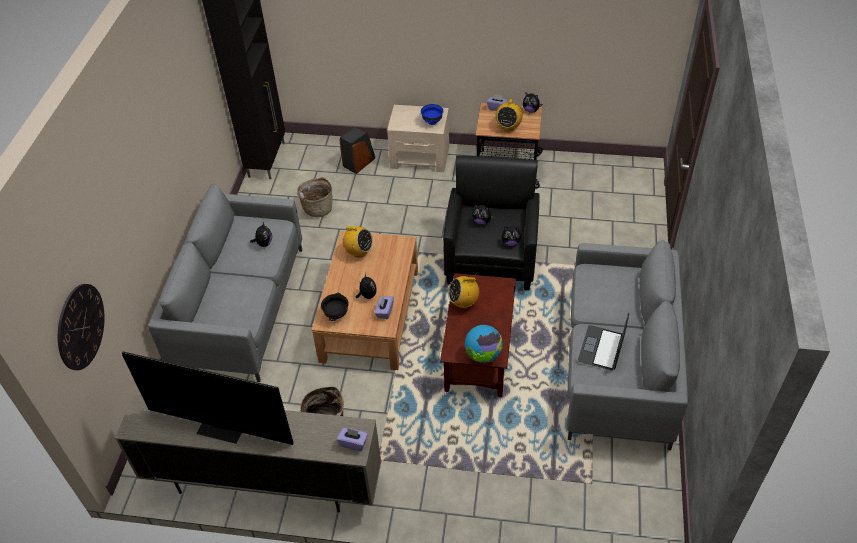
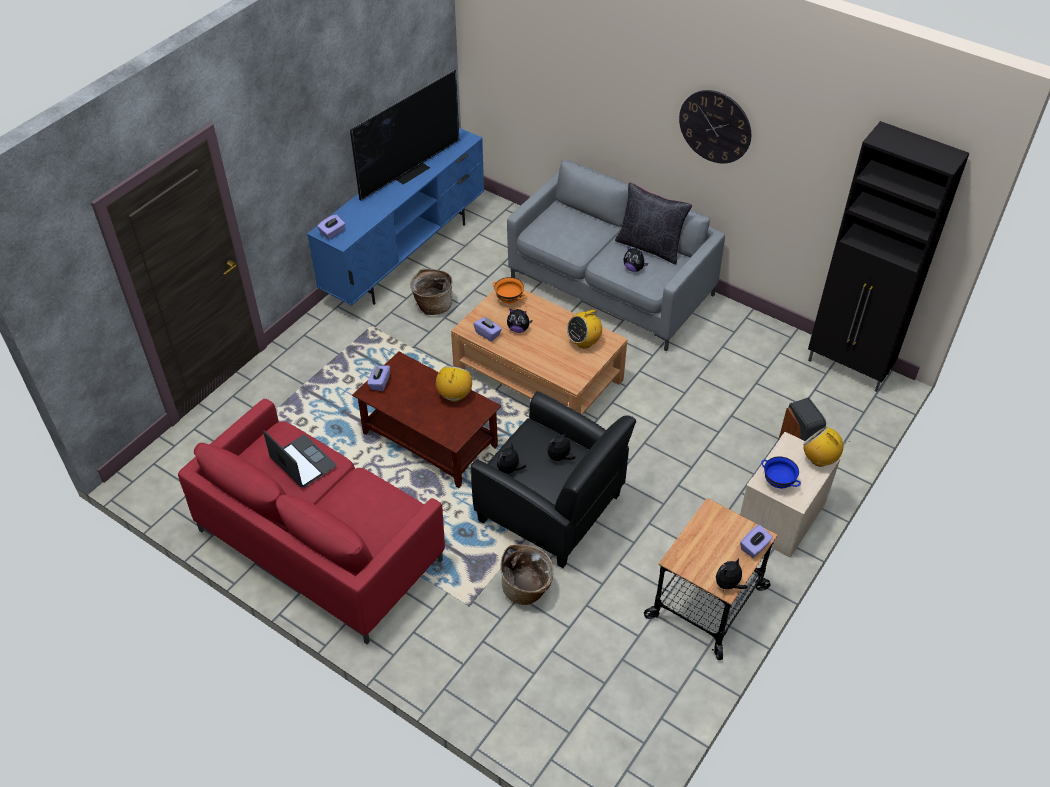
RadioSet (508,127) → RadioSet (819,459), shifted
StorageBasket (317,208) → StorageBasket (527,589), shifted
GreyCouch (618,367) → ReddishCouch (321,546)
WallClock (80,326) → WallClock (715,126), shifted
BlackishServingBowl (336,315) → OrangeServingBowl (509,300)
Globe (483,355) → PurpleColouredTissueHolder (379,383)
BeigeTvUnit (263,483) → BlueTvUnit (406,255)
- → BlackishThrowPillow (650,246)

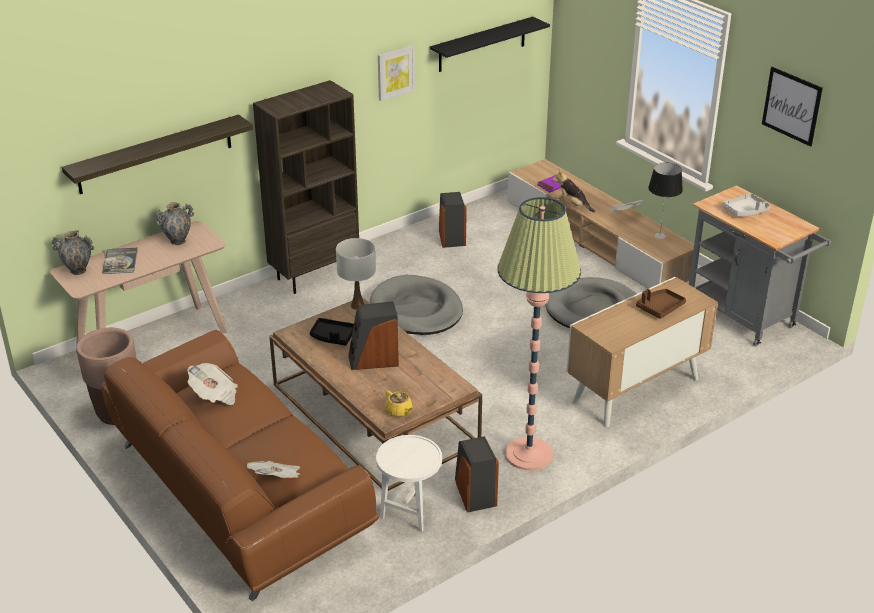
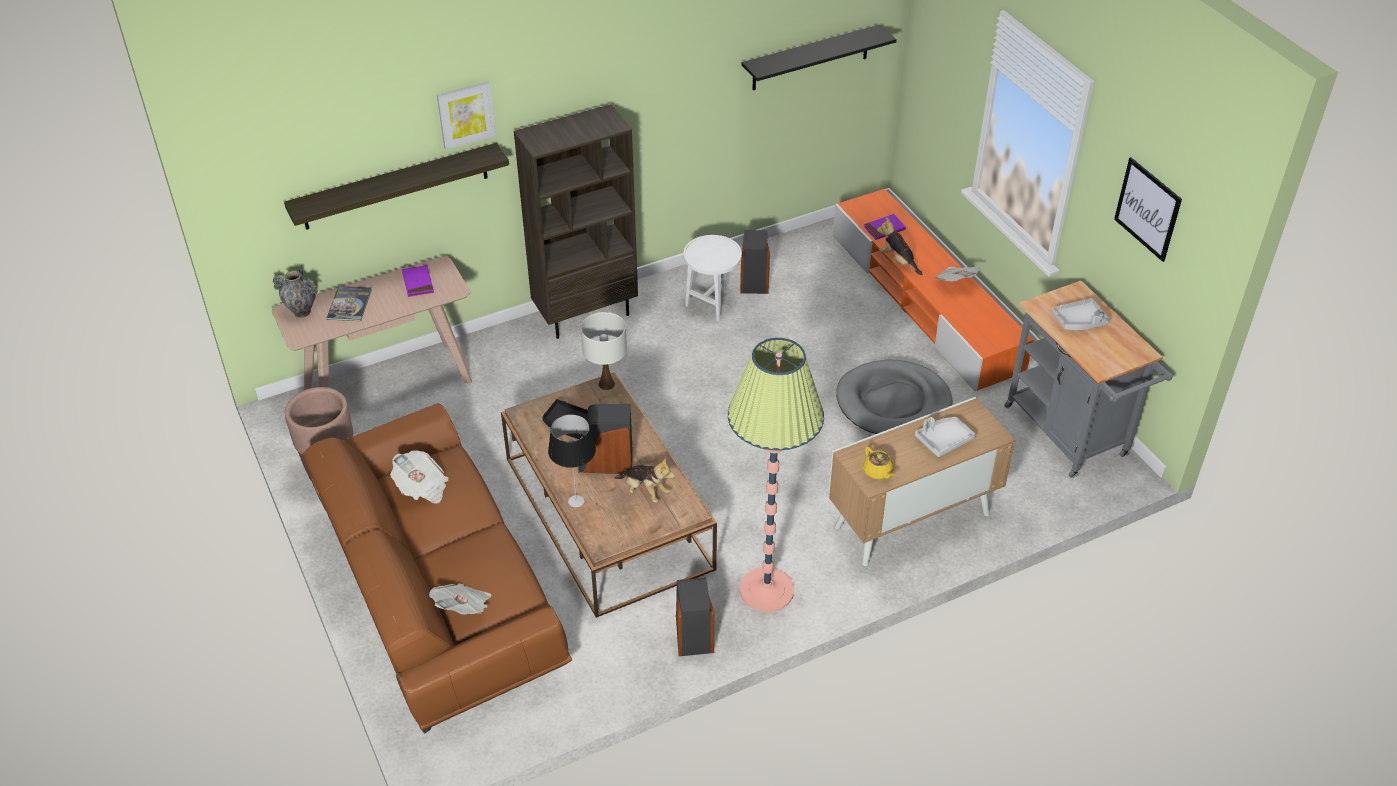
WallPicture (395,72) → WallPicture (466,114), shifted
BeigeTvUnit (597,240) → OrangeTvUnit (925,303)
LampForATable (659,236) → LampForATable (575,501), shifted
Vase (178,241) → PurpleColouredBook (418,283)
GreyDogCushion (416,310) → -
BrownishServingTray (660,308) → GreyServingTray (943,440)
YellowColouredPotForTea (399,411) → YellowColouredPotForTea (878,472), shifted
WhiteColouredAccentTable (410,512) → WhiteColouredAccentTable (712,303), shifted
- → SoftToy (645,491)

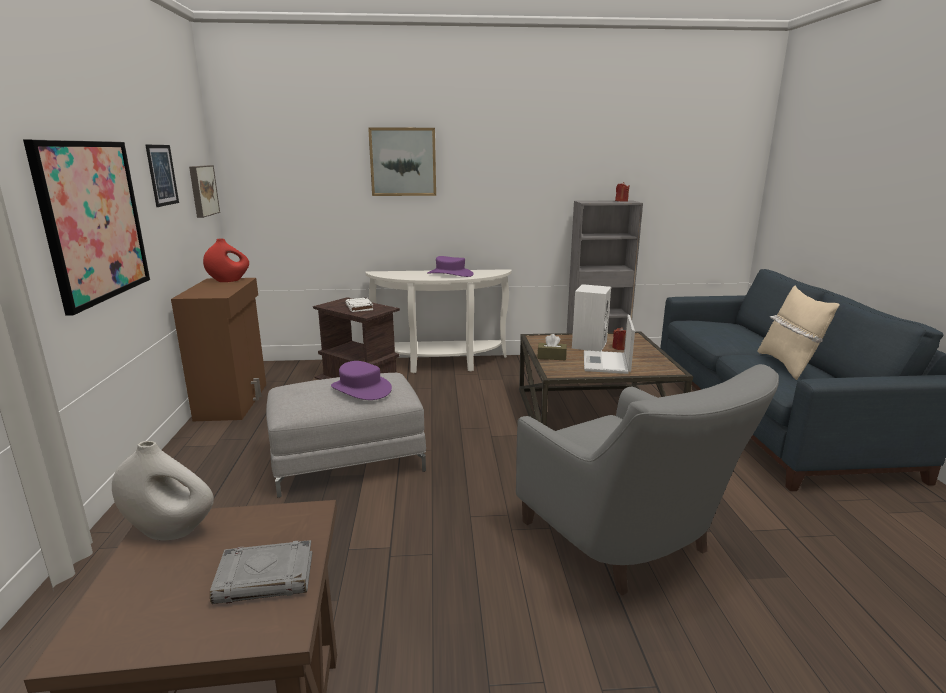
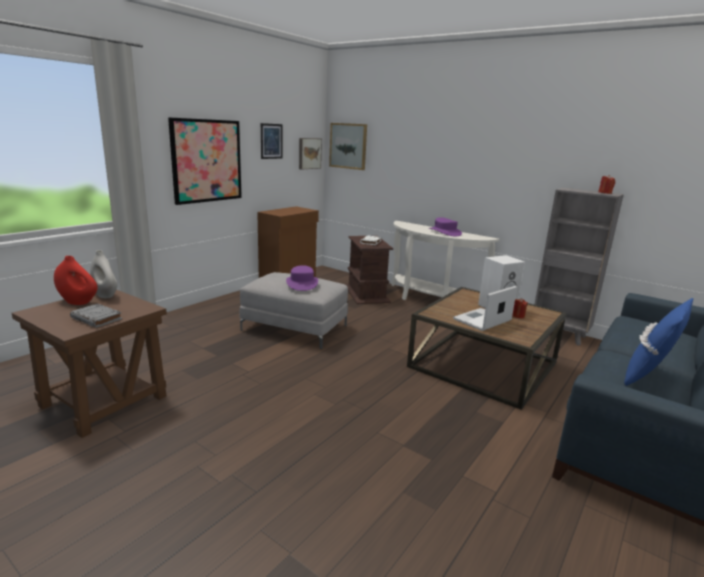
WallPicture (403,162) → WallPicture (348,146), shifted
ReddishVase (229,280) → ReddishVase (78,302), shifted
BeigeThrowPillow (788,365) → BlueThrowPillow (649,375)
BrownishTissueHolder (551,357) → -
GreyLoungeChair (628,543) → -

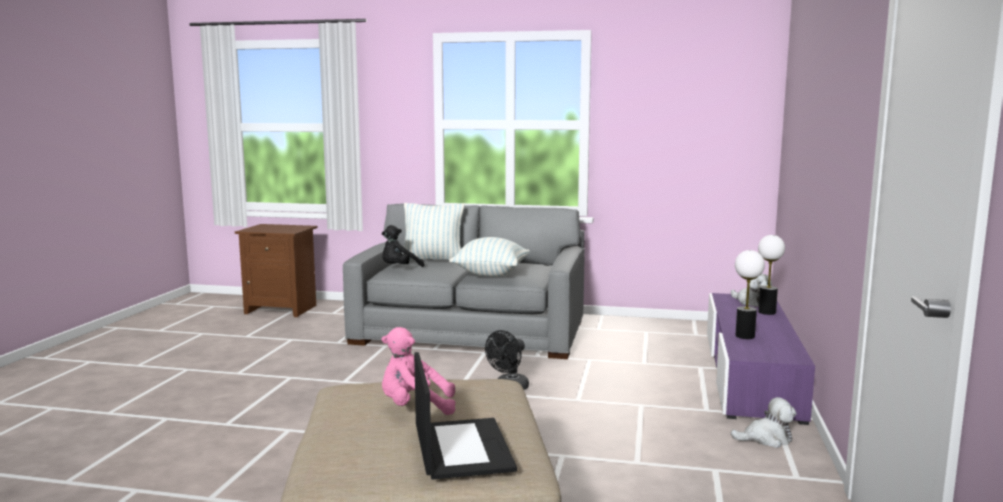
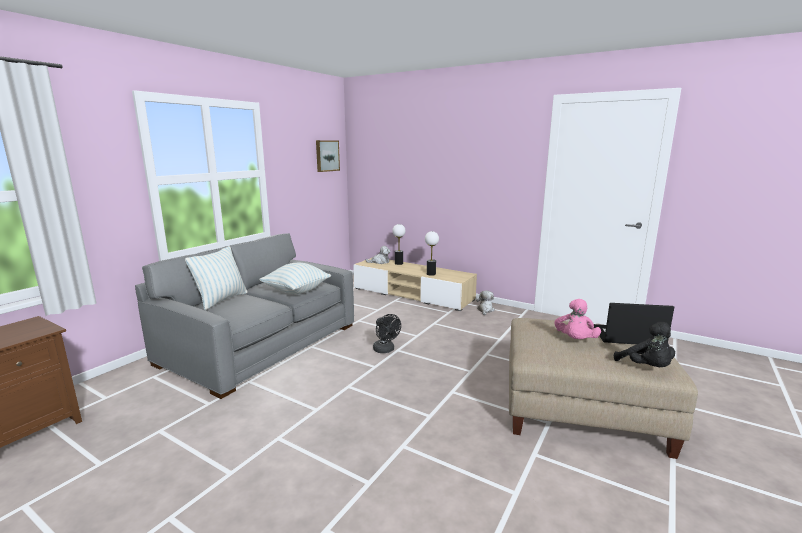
BlackishSoftToy (399,268) → BlackishSoftToy (646,367), shifted
PurpleColouredTvUnit (750,374) → BeigeTvUnit (412,294)
- → WallPicture (326,155)

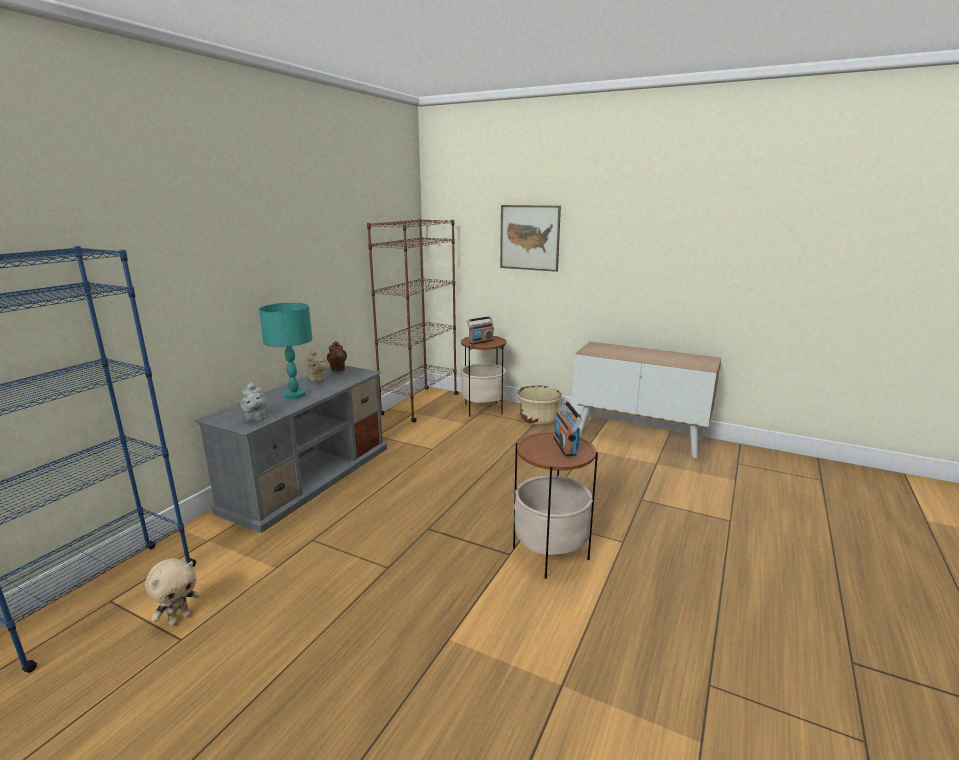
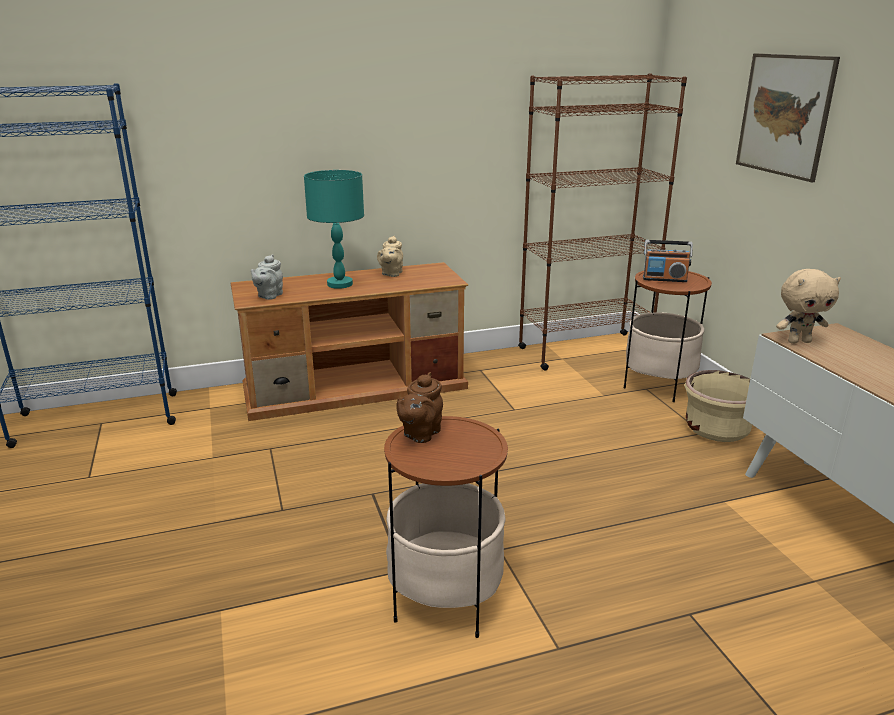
BrownishPotForTea (337,369) → BrownishPotForTea (420,434), shifted
GreyTvUnit (309,477) → BrownishTvUnit (356,387)
RadioSet (565,446) → -
BeigeSoftToy (180,618) → BeigeSoftToy (799,341), shifted

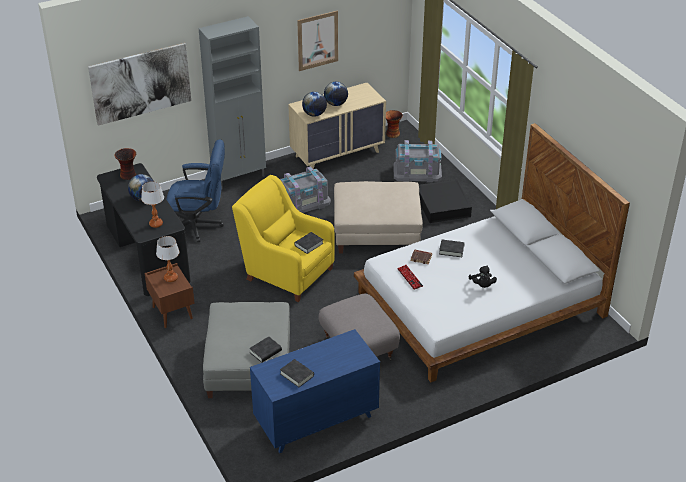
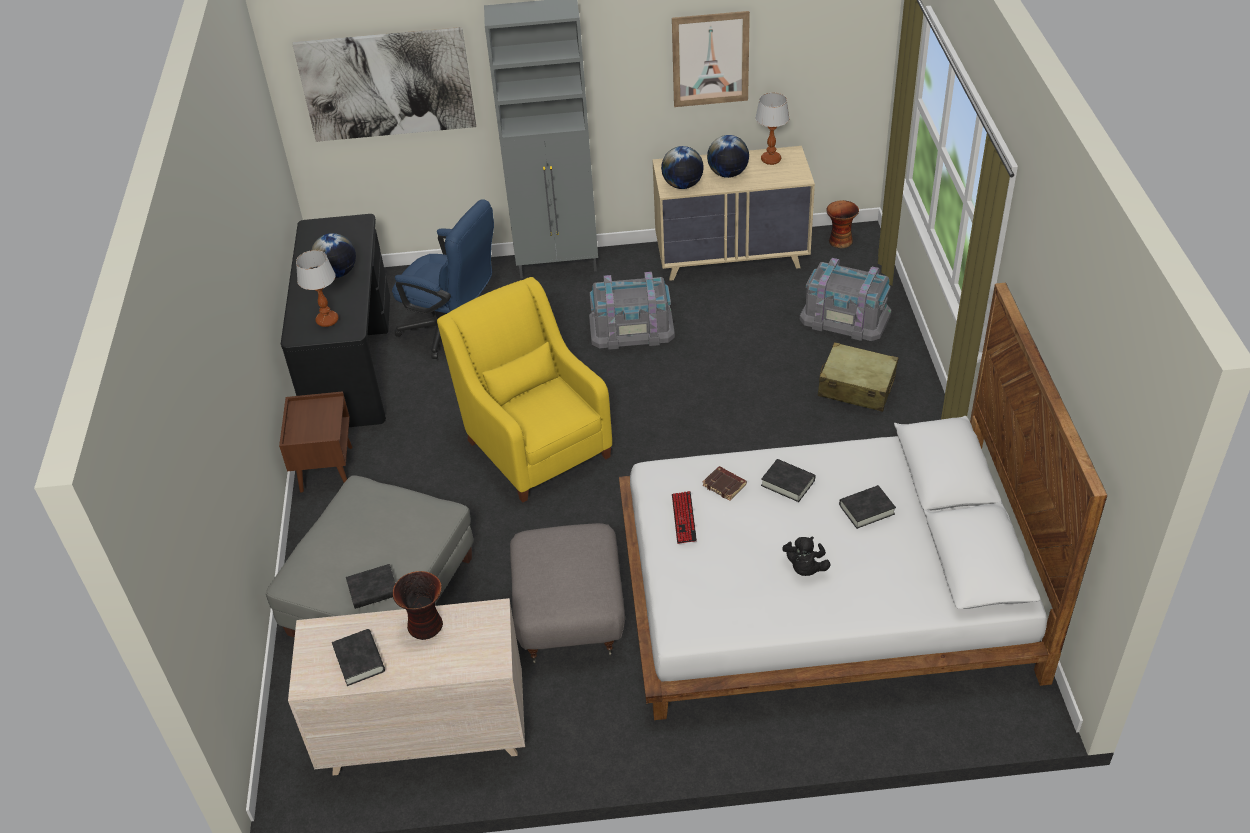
Vase (128,175) → Vase (426,626), shifted
BlackishStorageBox (442,205) → BeigePieceOfLuggage (856,387)
BeigePouffe (376,232) → -
BlackishBook (308,244) → BlackishBook (866,509), shifted
LampForATable (170,278) → LampForATable (771,159), shifted
BlueDresser (315,421) → BeigeDresser (424,733)

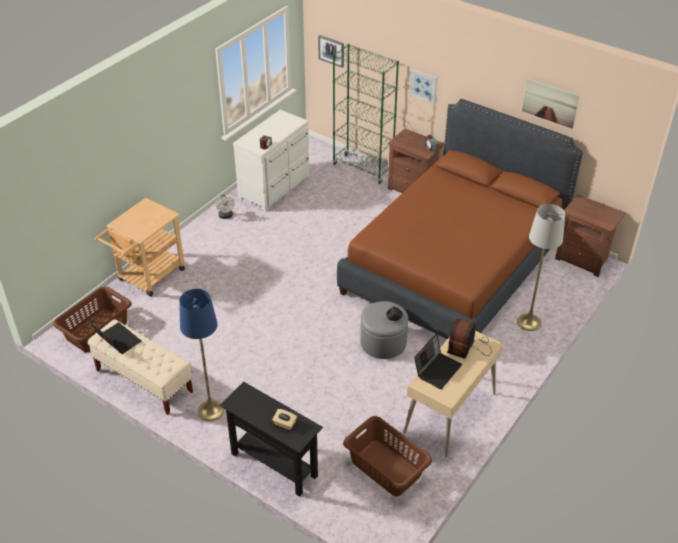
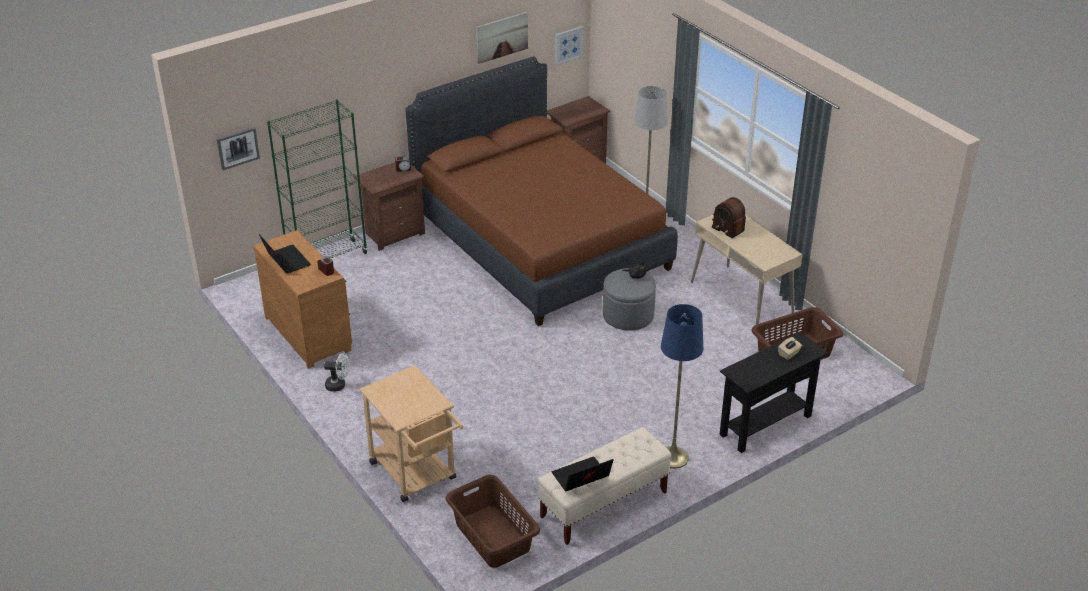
WallPicture (423,86) → WallPicture (568,45), shifted
WhiteColouredDresser (276,187) → BrownishDresser (309,332)
NotebookComputer (437,369) → NotebookComputer (285,261), shifted

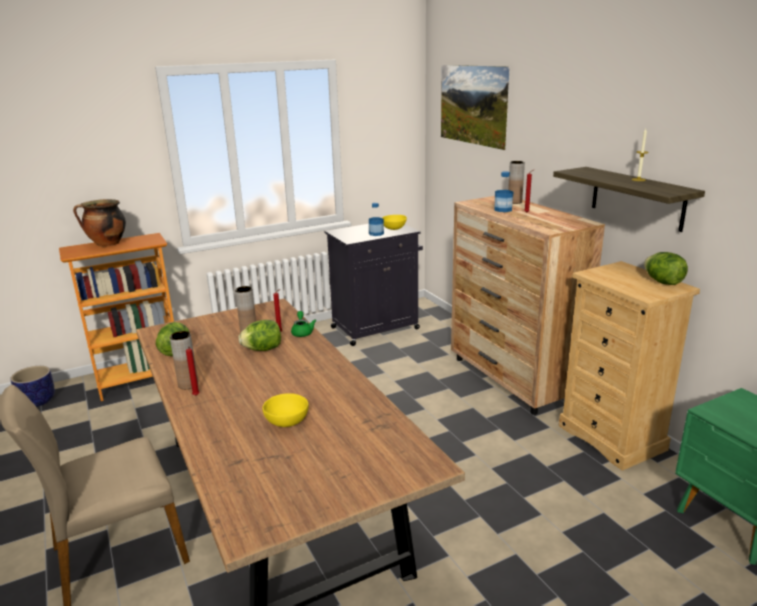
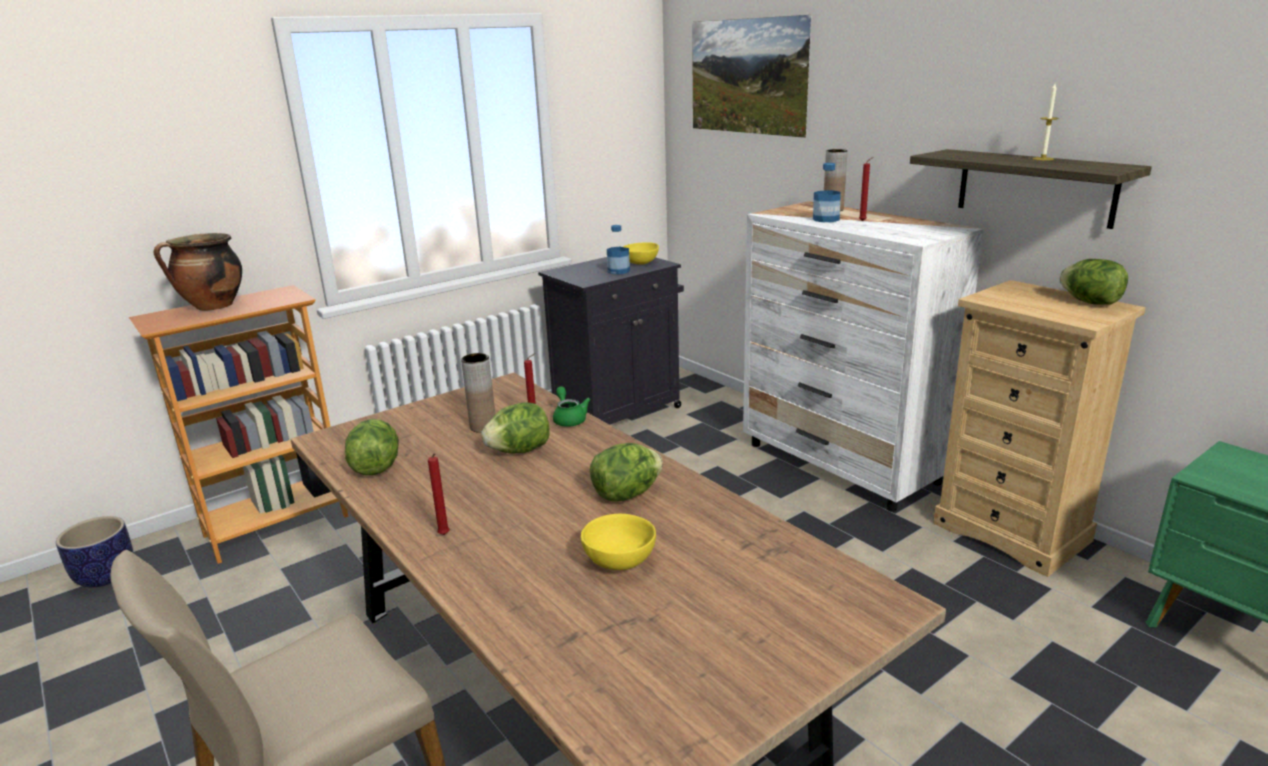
BrownishDresser (513,378) → WhiteColouredDresser (841,464)
BrownishVase (188,384) → -
- → Lettuce (626,494)

